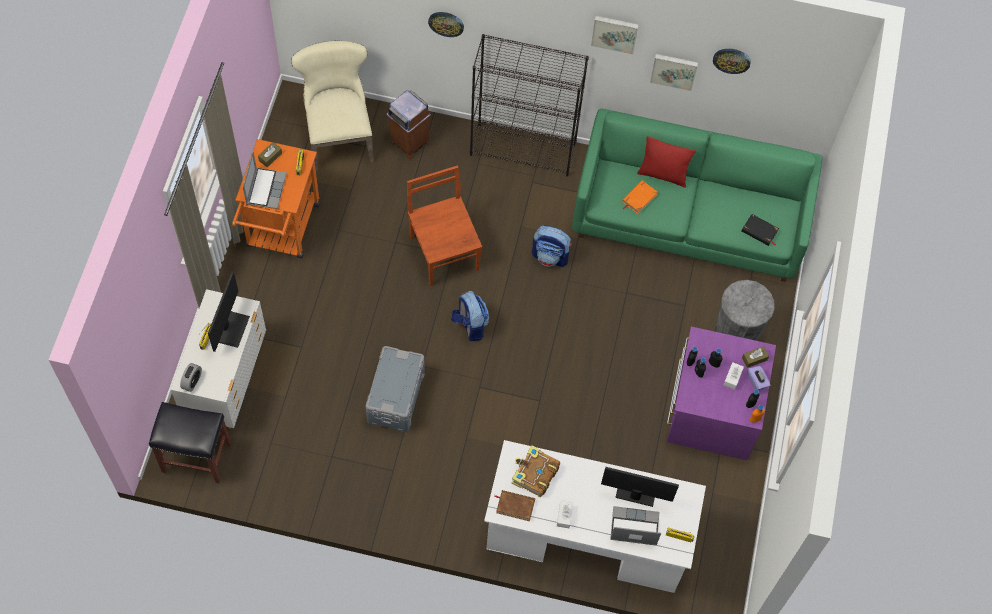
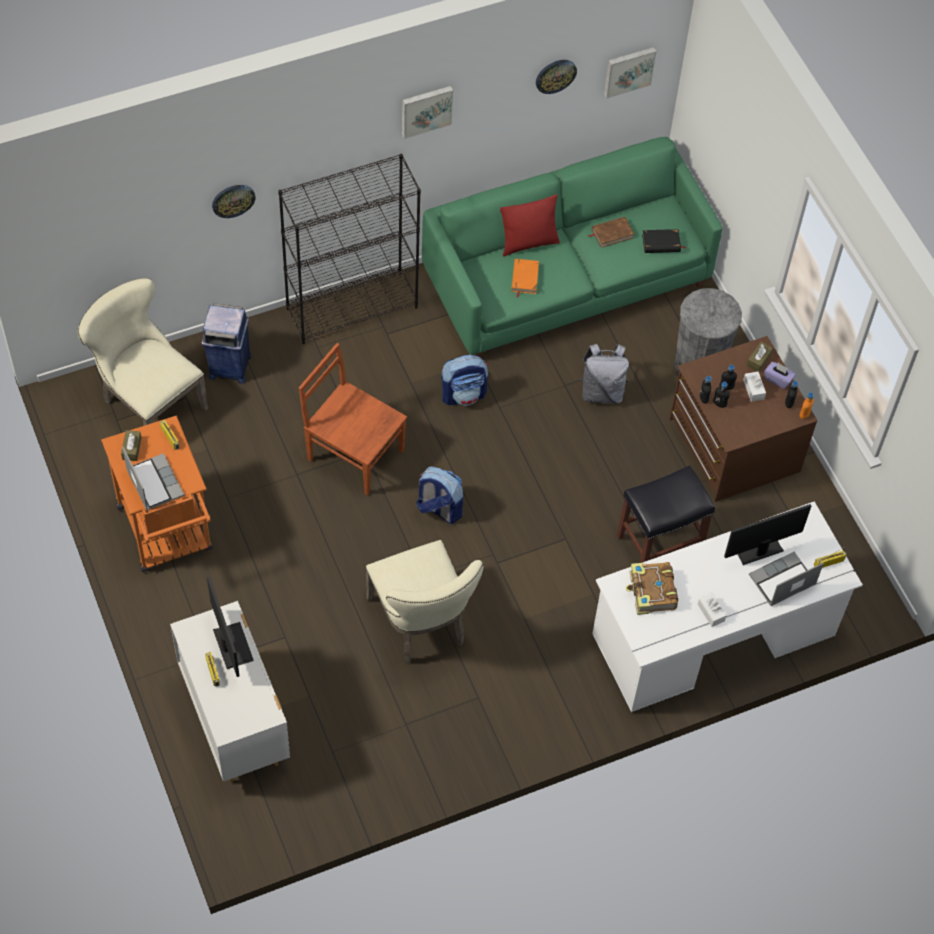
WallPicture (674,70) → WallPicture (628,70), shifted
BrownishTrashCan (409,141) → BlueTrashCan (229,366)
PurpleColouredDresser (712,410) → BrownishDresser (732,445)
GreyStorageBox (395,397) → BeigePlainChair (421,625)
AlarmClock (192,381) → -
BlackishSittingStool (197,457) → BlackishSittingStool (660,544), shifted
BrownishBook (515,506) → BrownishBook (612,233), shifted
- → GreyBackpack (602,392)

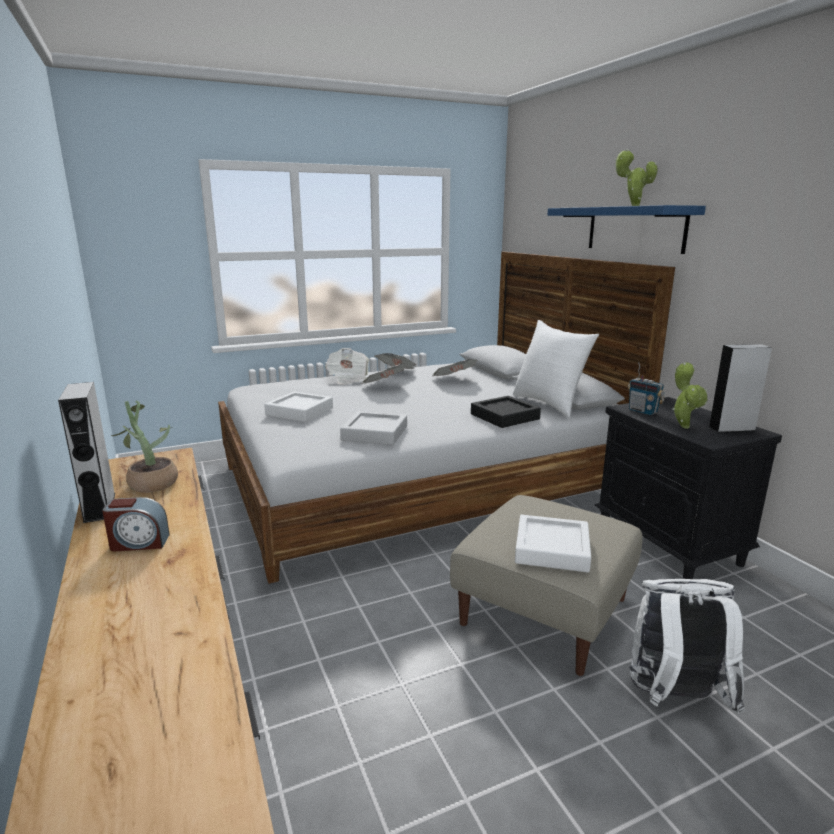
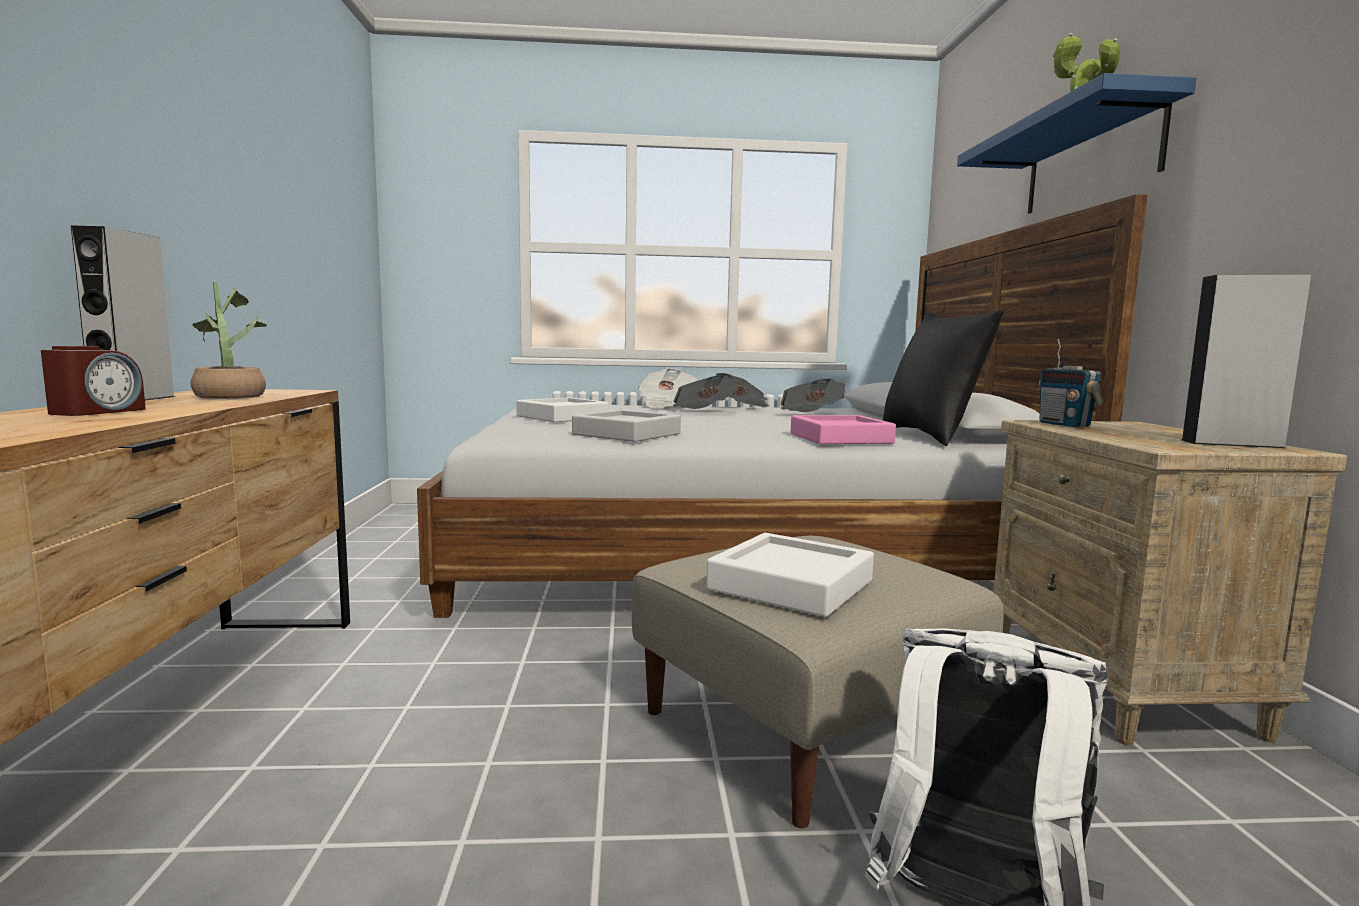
WhiteColouredThrowPillow (549,404) → BlackishThrowPillow (931,436)
PottedPlant (683,426) → -
BlackishServingTray (504,416) → PinkColouredServingTray (840,438)
BlackishNightTable (669,545) → BeigeNightTable (1119,684)
AlarmClock (139,543) → AlarmClock (97,412), 90 degrees counterclockwise

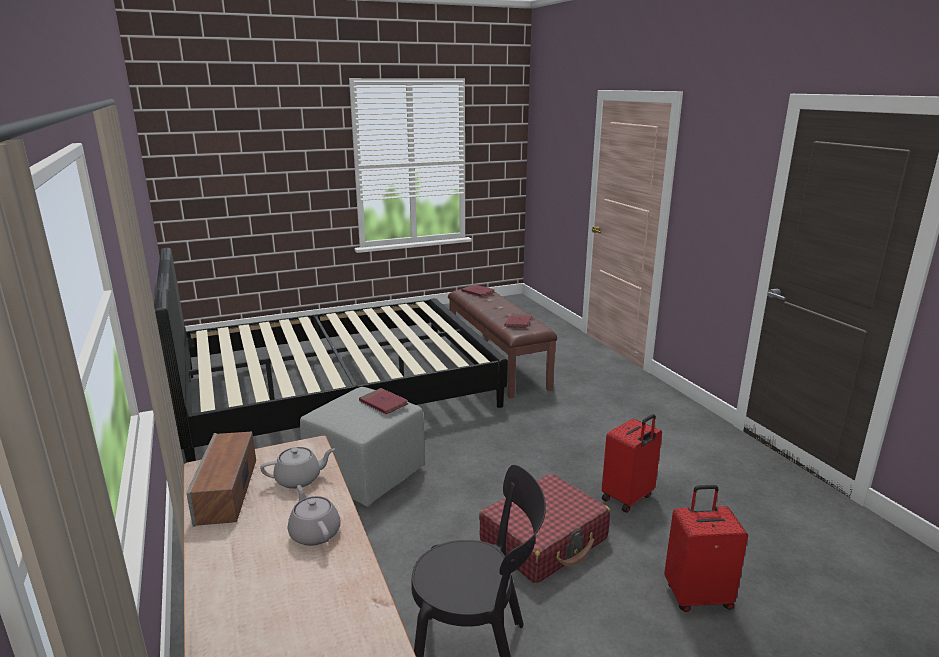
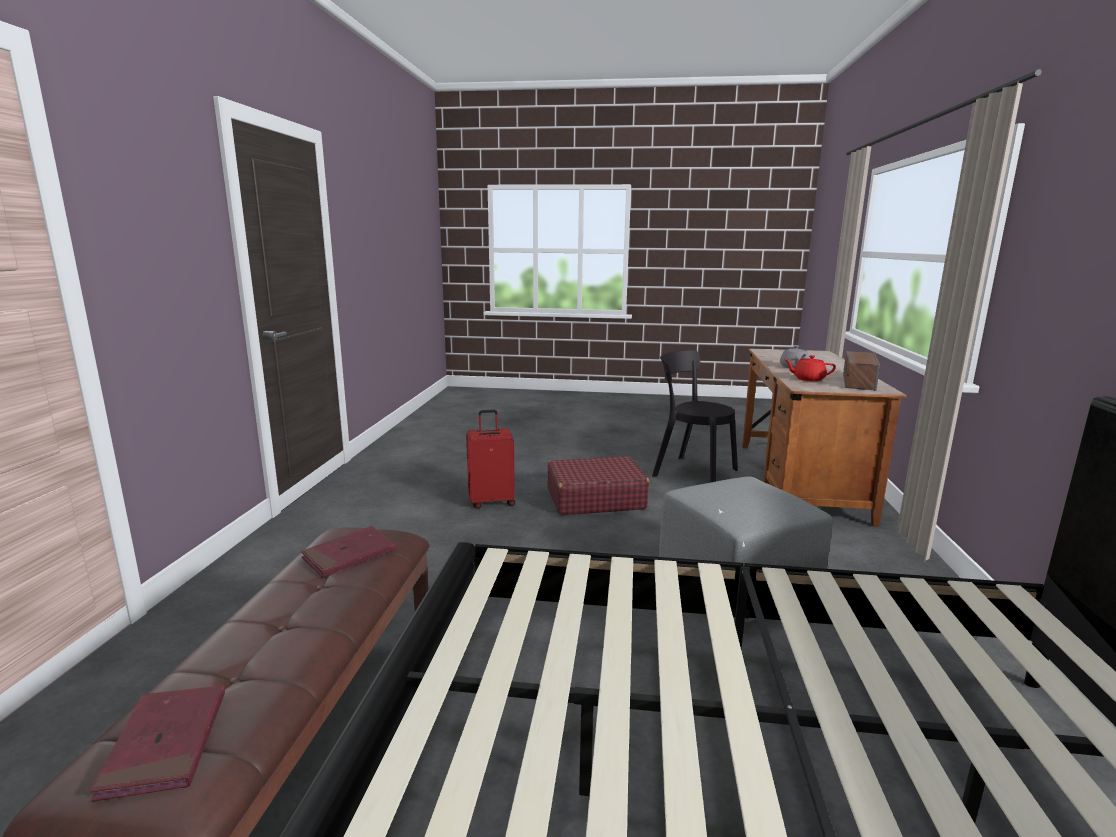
ReddishBook (383,403) → -
GreyPotForTea (299,479) → ReddishPotForTea (808,379)
ReddishPieceOfLuggage (697,596) → -

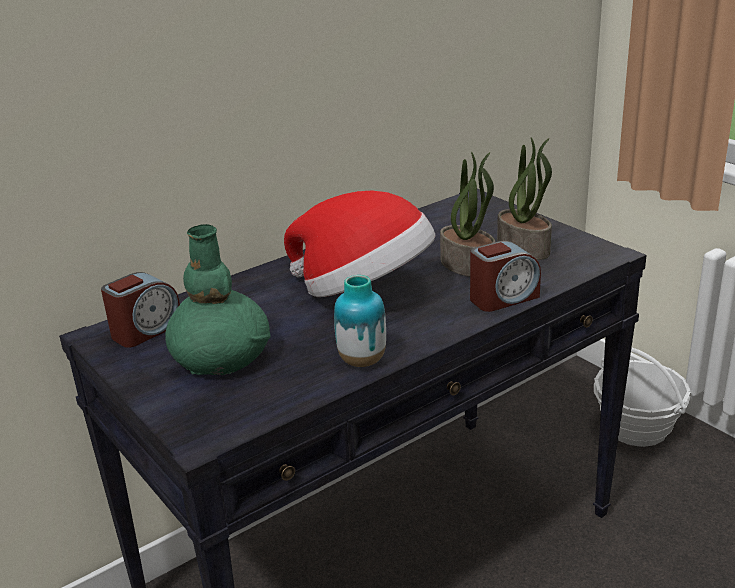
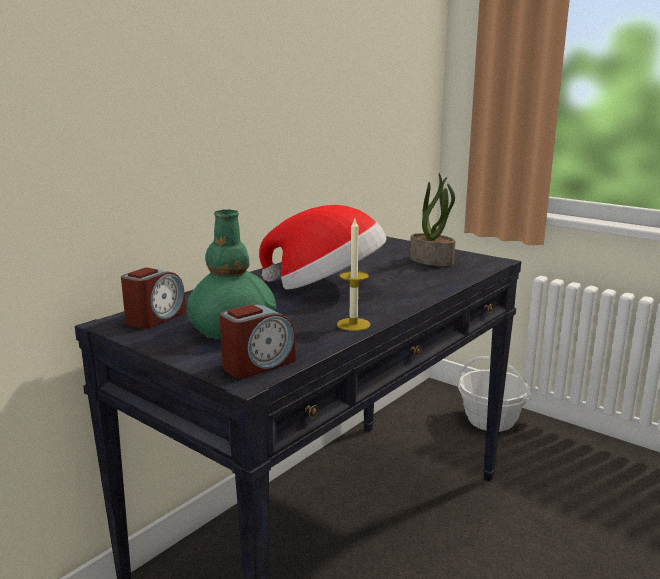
PottedPlant (468,265) → -
AlarmClock (503,298) → AlarmClock (258,364), shifted
Vase (362,361) → WaxLight (353,324)

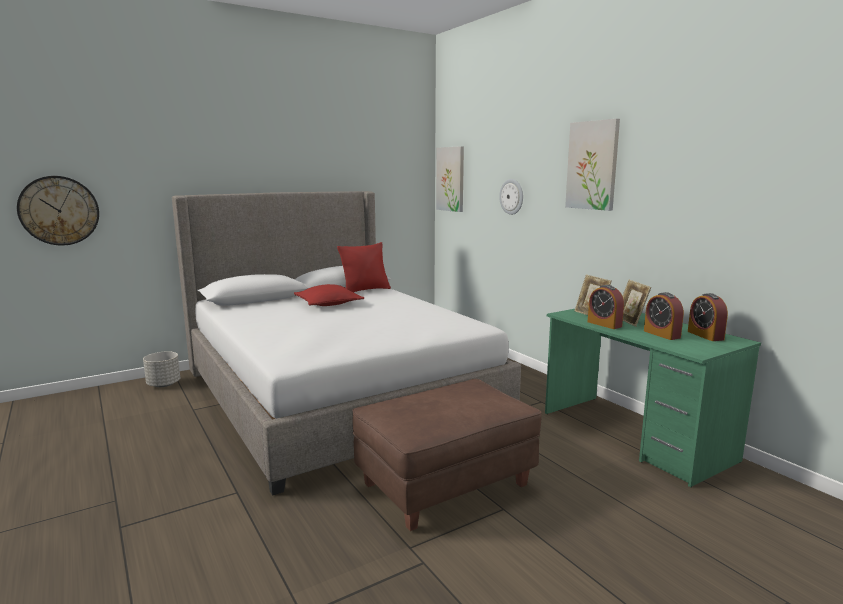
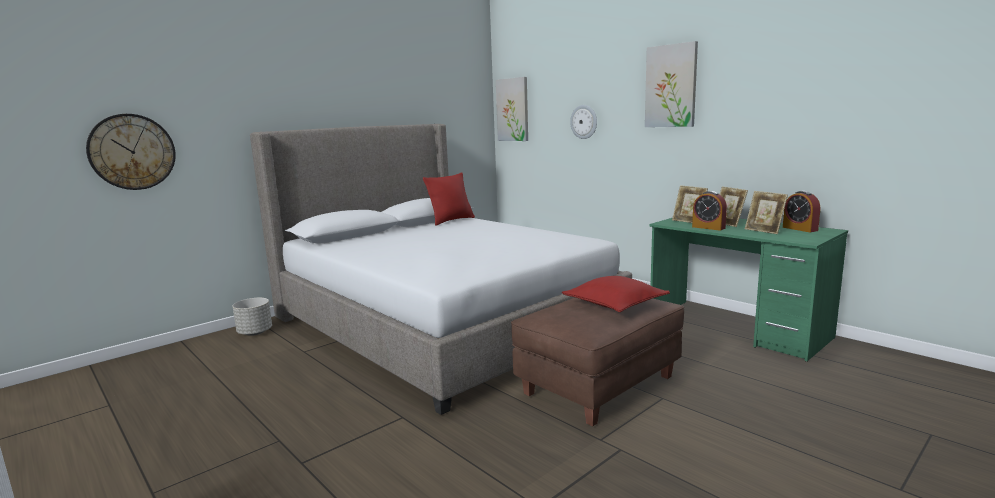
ReddishThrowPillow (328,304) → ReddishThrowPillow (615,304), shifted
AlarmClock (661,334) → StandingFrame (764,231)

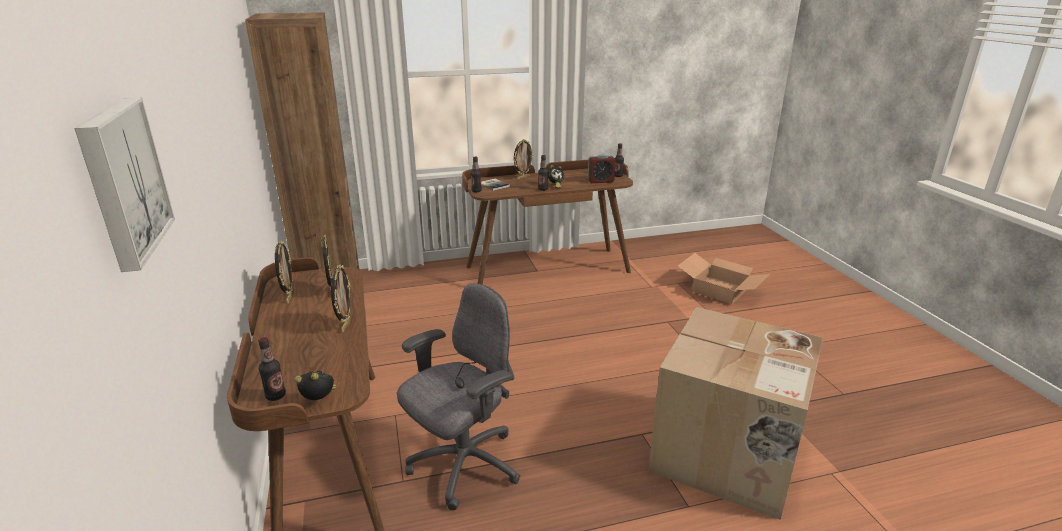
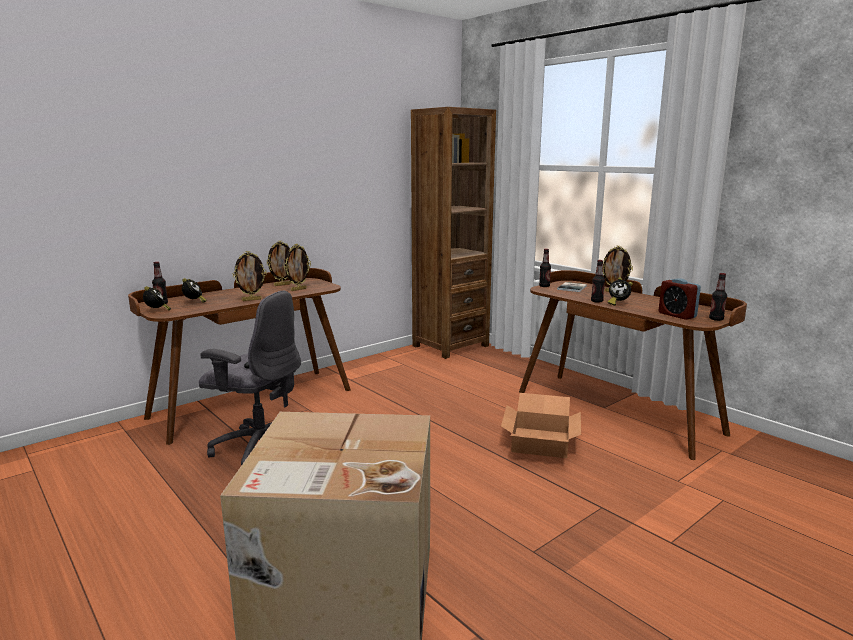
WallPicture (122,181) → -
CardboardBox (719,290) → CardboardBox (539,441), shifted
- → AlarmClock (194,302)

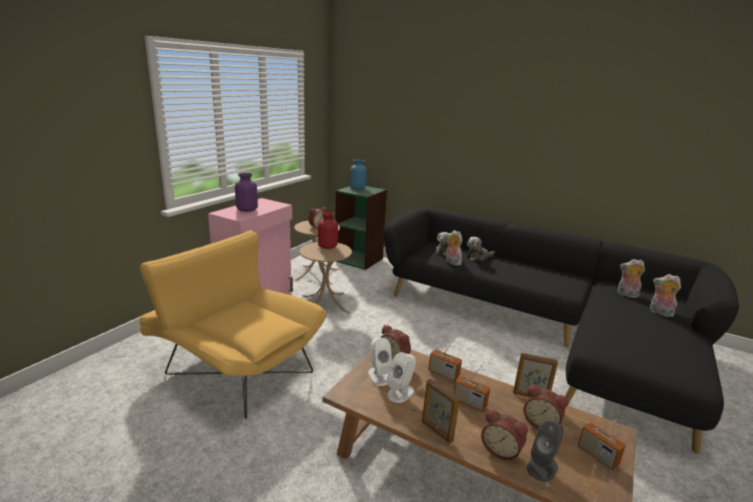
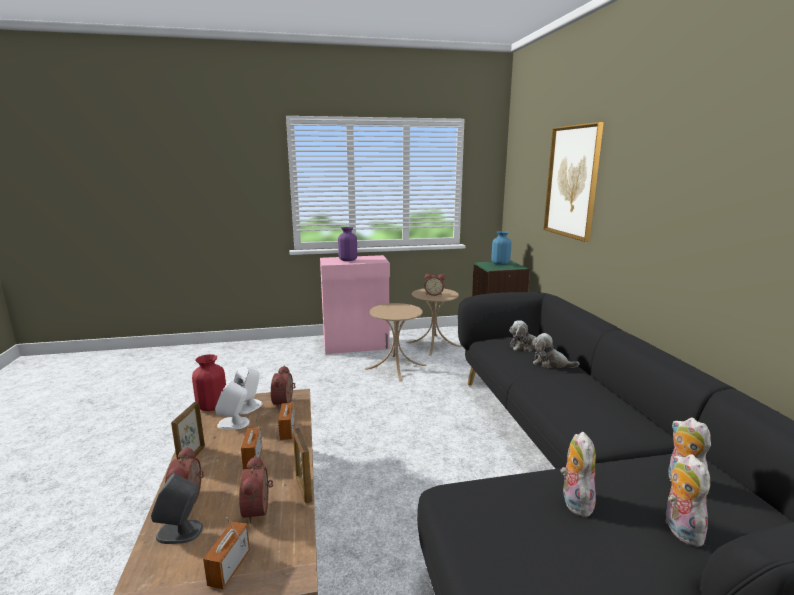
ReddishVase (327,246) → ReddishVase (212,406), shifted
YellowColouredLoungeChair (235,367) → -
SoftToy (451,262) → SoftToy (574,501), shifted
- → WallPicture (572,182)

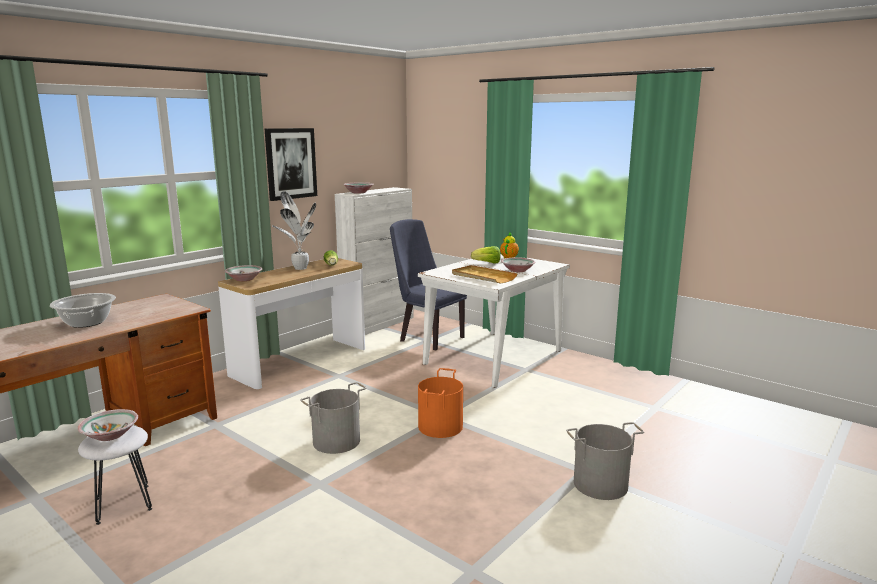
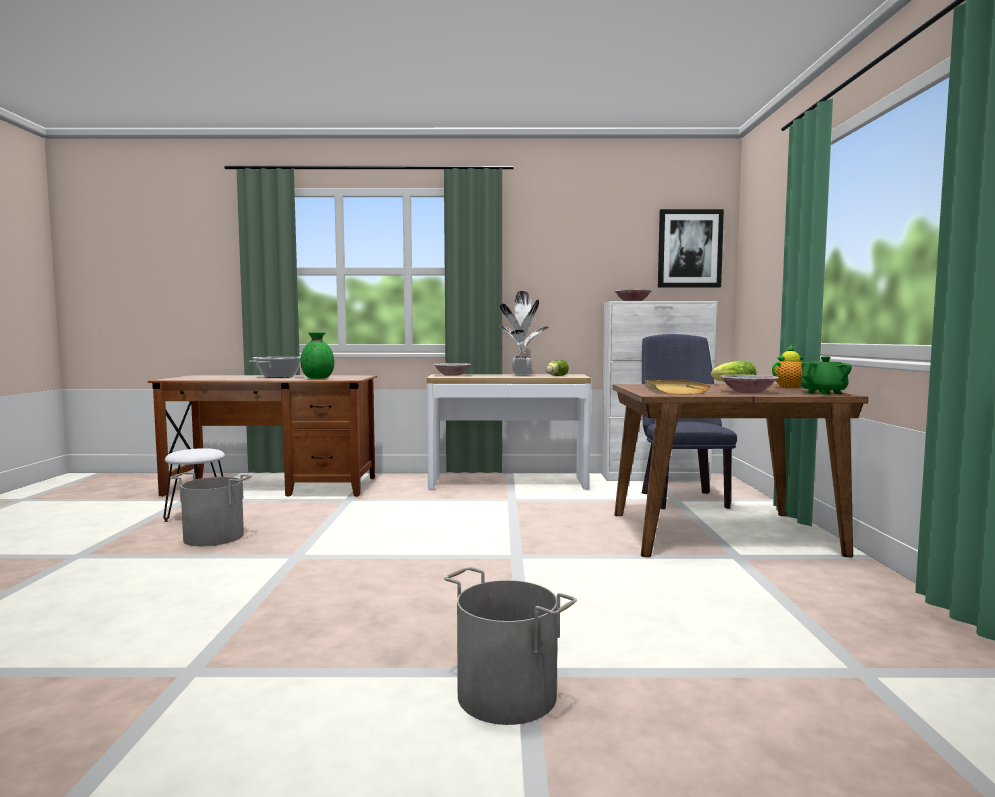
WallPicture (290,163) → WallPicture (689,249), shifted
WhiteColouredDiningTable (493,357) → BrownishDiningTable (719,533)
OrangePail (441,426) → -
GreyPail (336,441) → GreyPail (214,537), shifted
ServingBowl (111,435) → -
- → GreenishVase (318,378)
- → GreenishPotForTea (824,393)

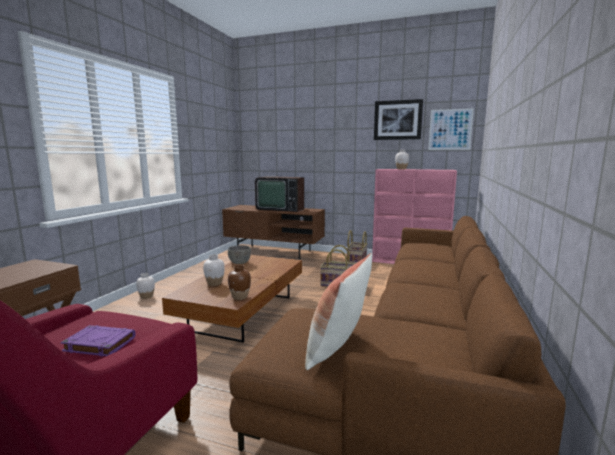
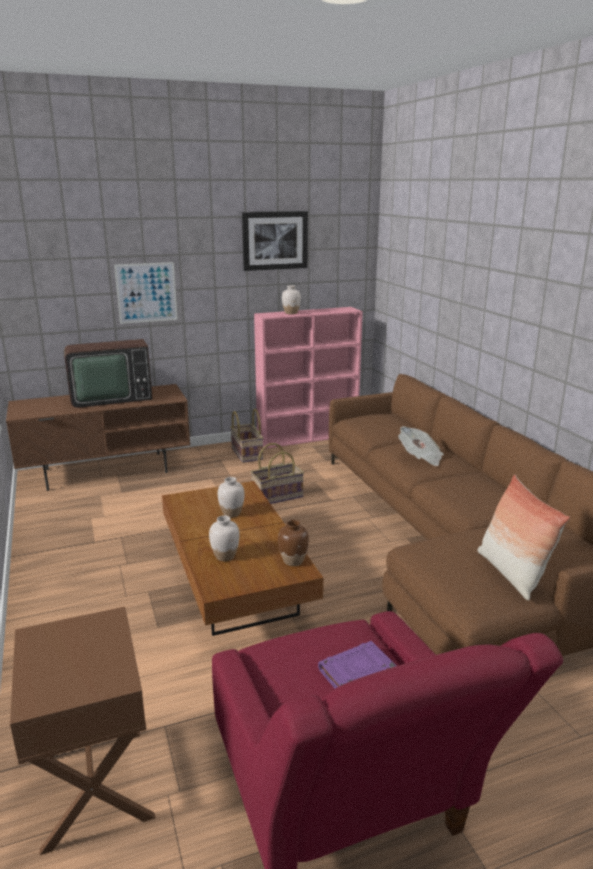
WallPicture (450,129) → WallPicture (146,292), shifted
GreyServingBowl (239,263) → -
WhiteColouredVase (146,297) → WhiteColouredVase (231,513), shifted
- → PrintedPaper (420,457)

